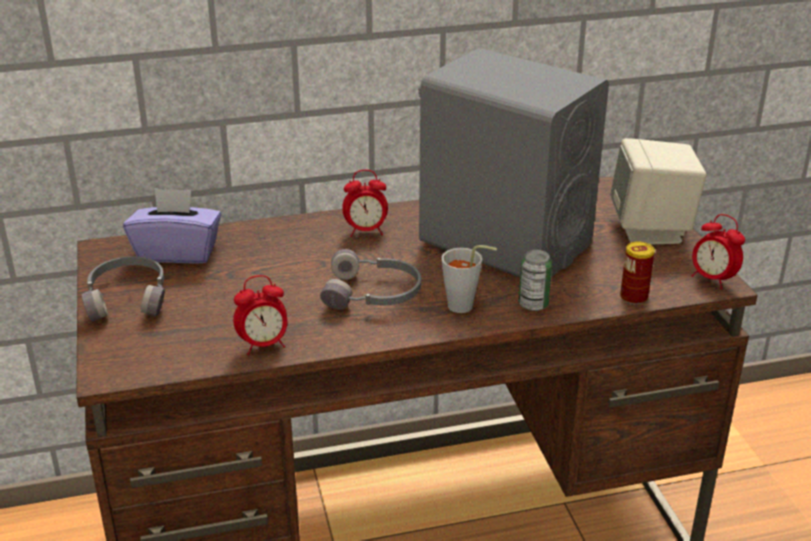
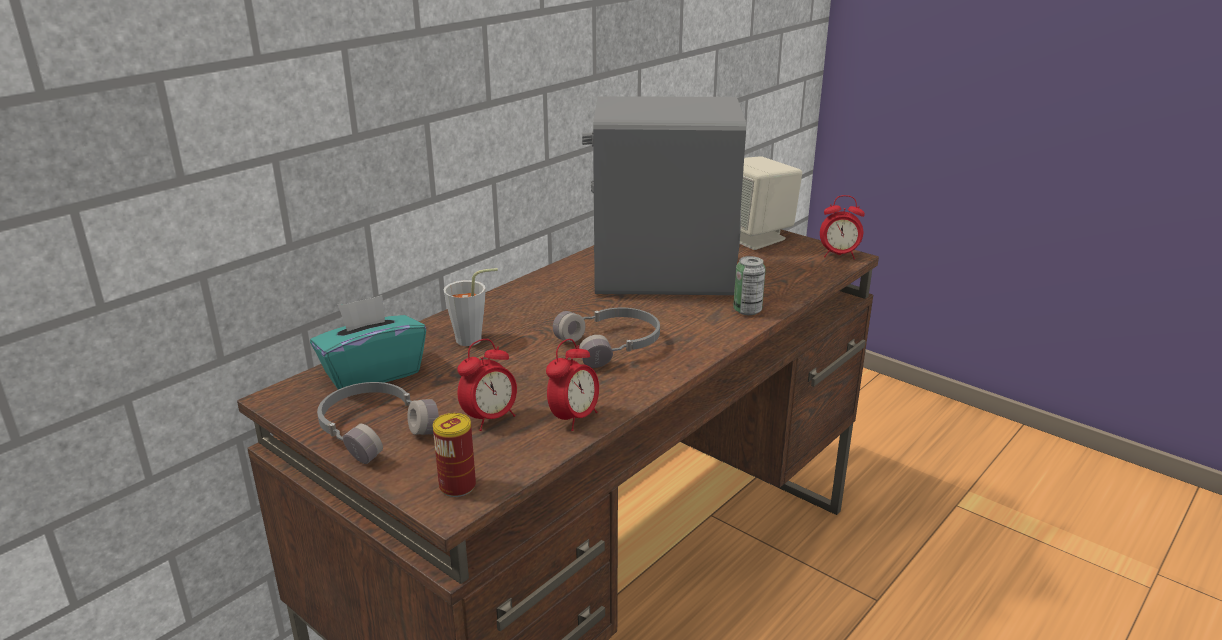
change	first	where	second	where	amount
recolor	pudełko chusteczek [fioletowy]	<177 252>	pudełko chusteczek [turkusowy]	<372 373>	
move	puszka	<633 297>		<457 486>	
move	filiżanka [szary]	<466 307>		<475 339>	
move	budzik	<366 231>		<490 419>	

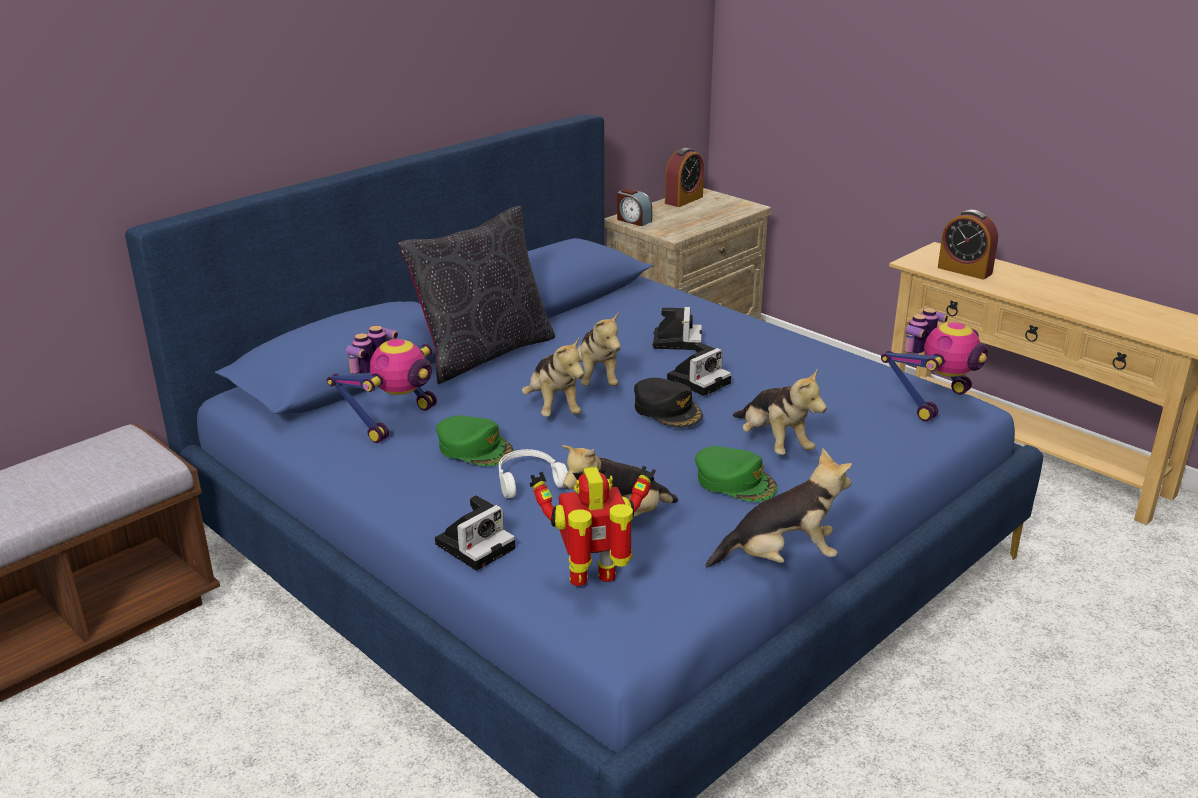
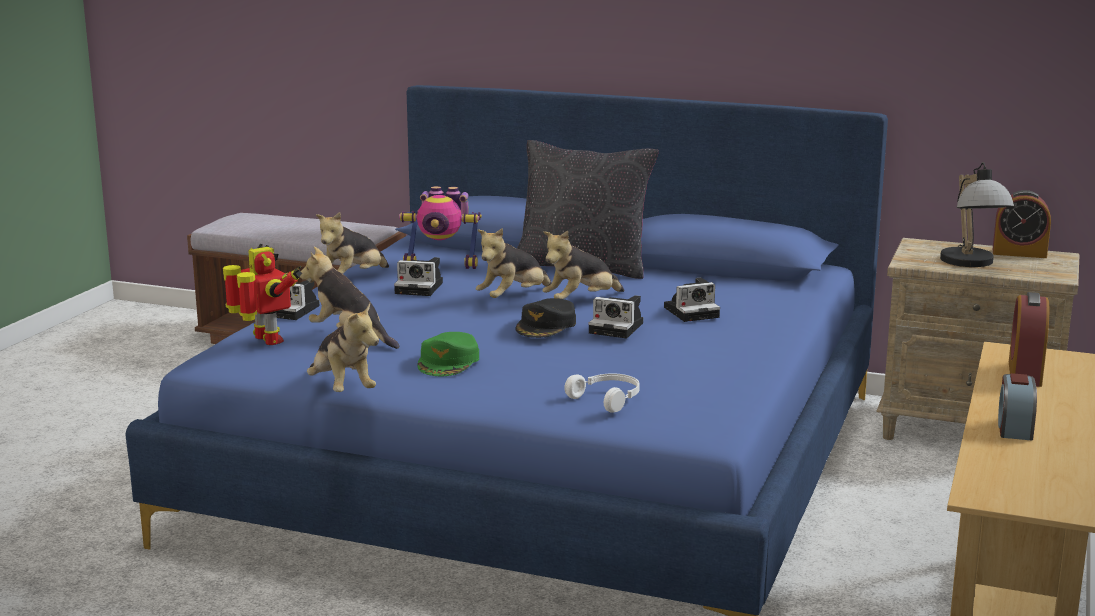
change	first	where	second	where	amount
move	pluszak	<773 444>		<352 279>	
replace	czapka z daszkiem [zielony]	<475 448>	aparat fotograficzny	<421 288>	
move	słuchawki [biały]	<528 480>		<608 399>	
insert			lampa stołowa	<971 264>	
move	budzik	<633 220>		<1014 428>	
delete	robot zabawkowy	<932 401>			

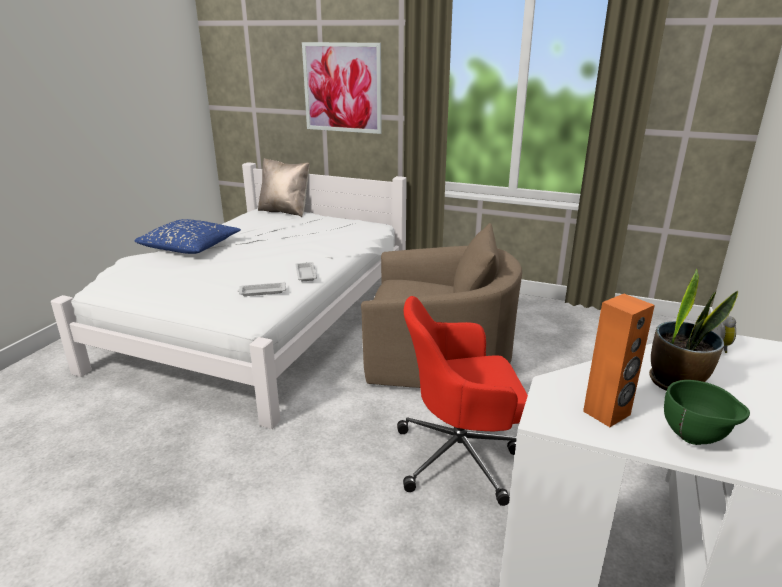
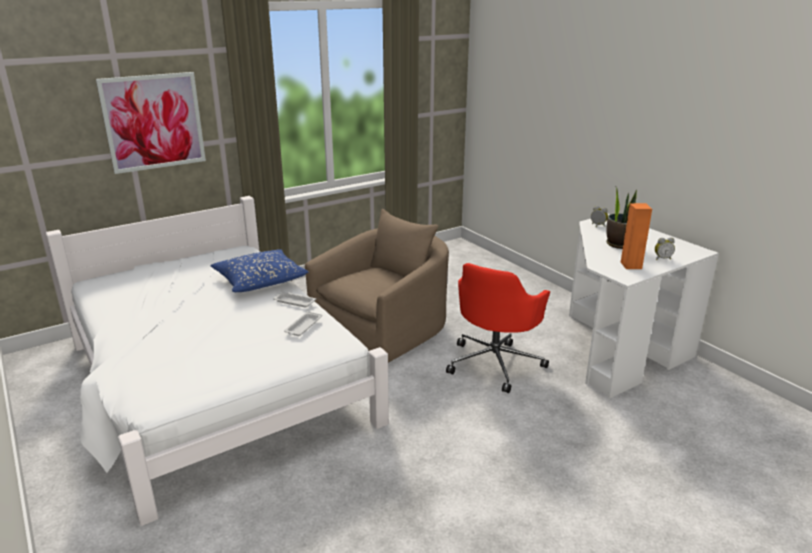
change	first	where	second	where	amount
move	poduszka [niebieski]	<191 247>		<260 280>	
replace	miska [zielony]	<695 439>	budzik	<662 258>	
delete	poduszka [beżowy]	<285 211>			

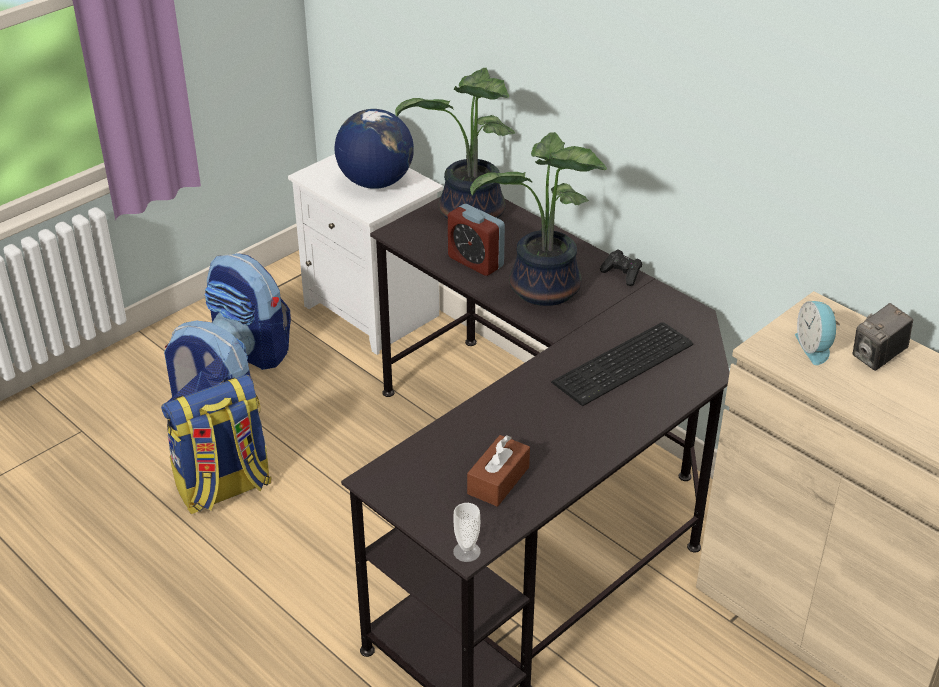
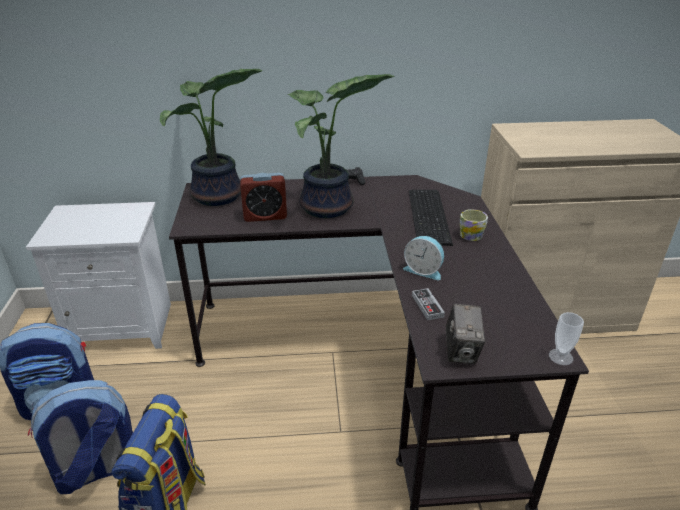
change	first	where	second	where	amount
move	budzik	<815 348>		<423 270>	
insert			pad do gier	<427 306>	
move	aparat fotograficzny	<877 357>		<461 351>	
insert			kubek	<472 234>	
delete	globus	<375 182>			
delete	pudełko chusteczek [brązowy]	<498 480>			

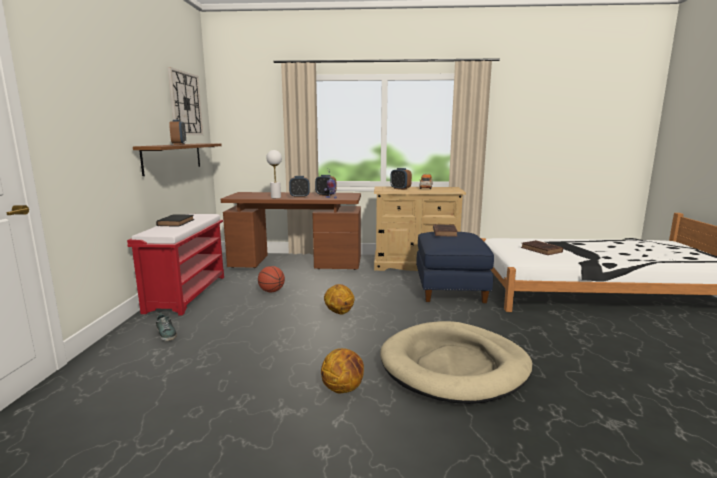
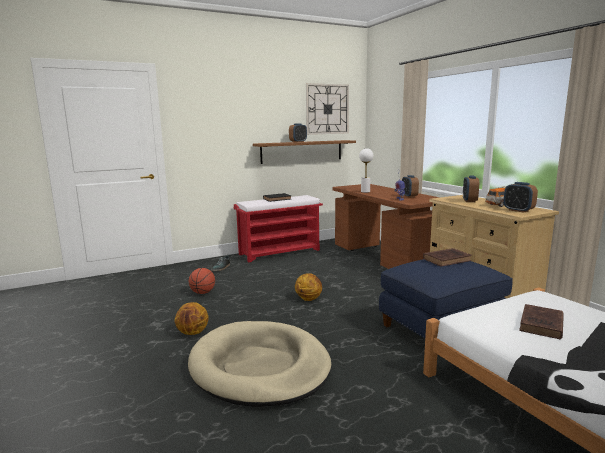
change	first	where	second	where	amount
move	piłka do koszykówki	<271 291>		<202 292>	
move	budzik	<299 197>		<518 210>	

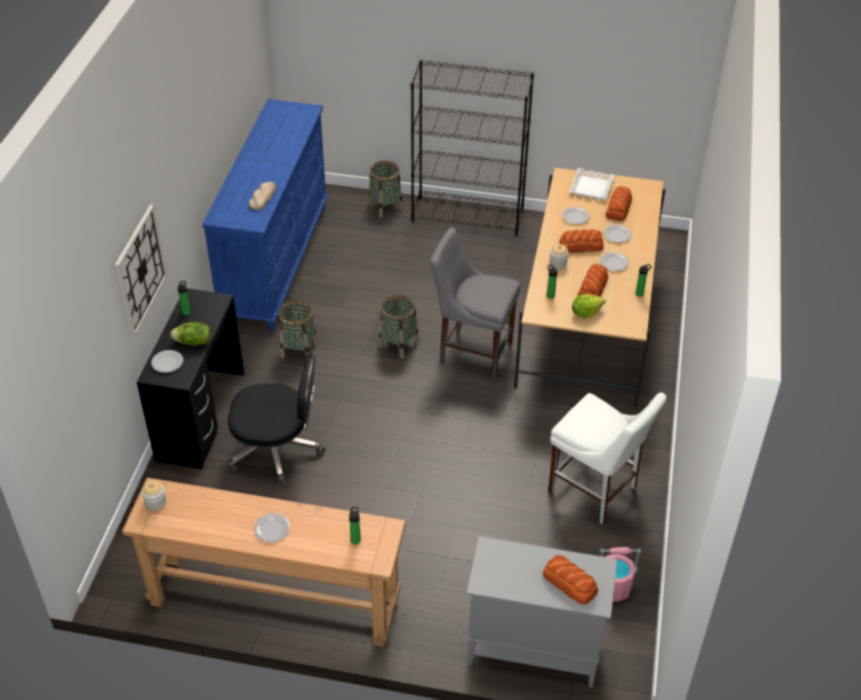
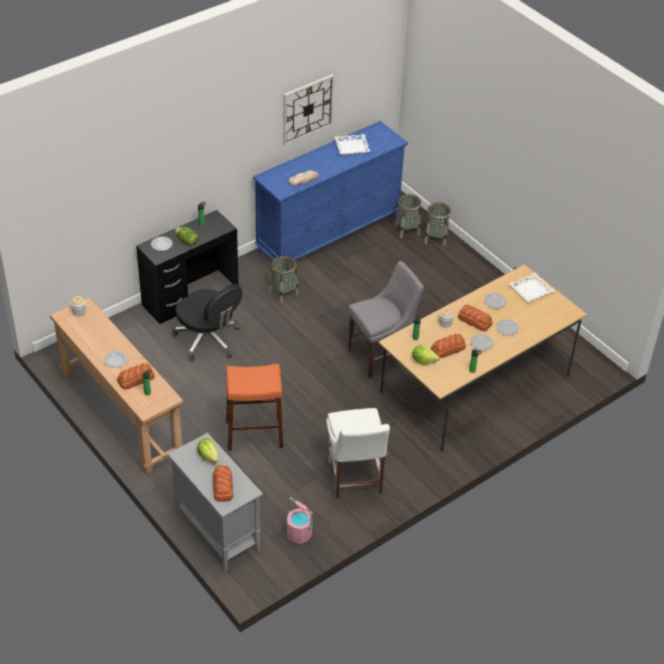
change	first	where	second	where	amount
move	chleb	<619 208>		<136 379>	
insert			sałata	<208 456>	
insert			stołek [pomarańczowy]	<254 434>	
move	zegar ścienny	<140 270>		<307 109>	
insert			taca [biały]	<352 147>	
rotate	krzesło [szary]	<472 351>		<381 356>	90 degrees clockwise
move	koszyk	<398 344>		<407 230>	
delete	regał [czarny]	<468 216>			

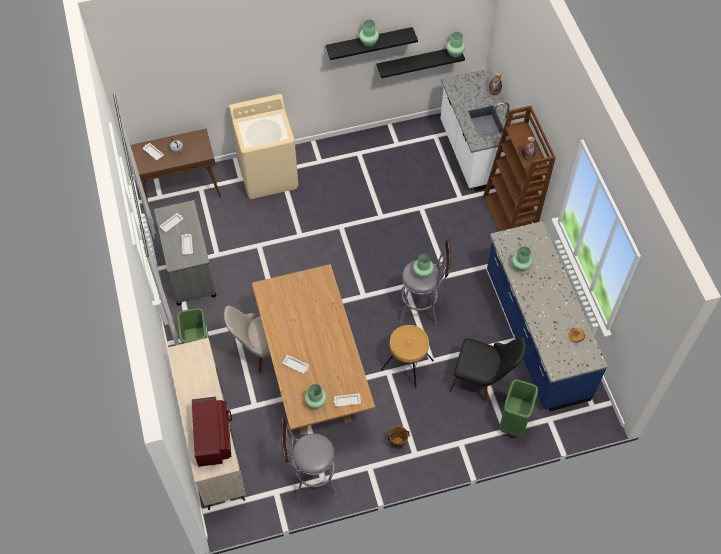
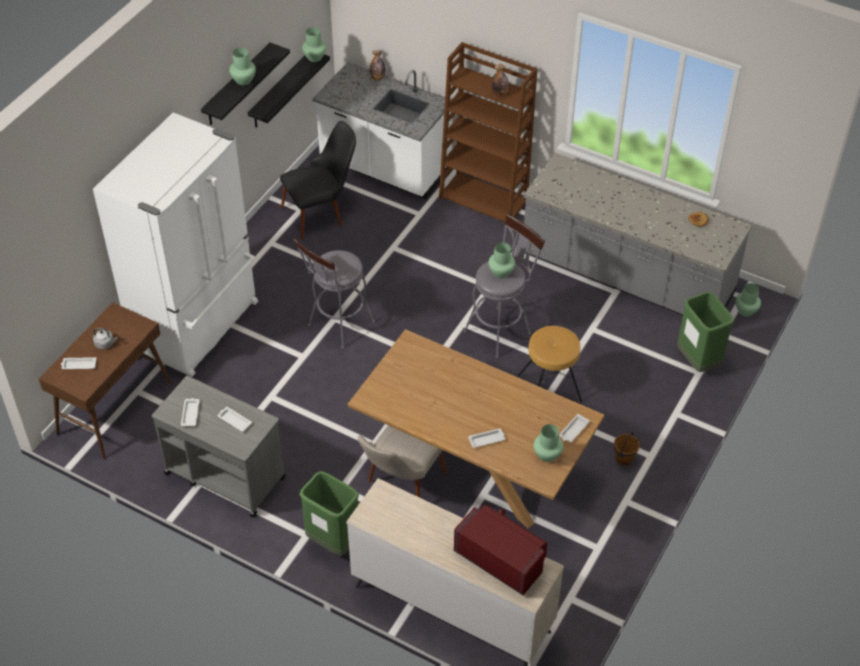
change	first	where	second	where	amount
replace	pralka [beżowy]	<268 174>	lodówka [biały]	<198 326>	
move	krzesło [czarny]	<482 380>		<321 213>	
move	stołek [szary]	<311 478>		<337 326>	
recolor	zabudowa kuchenna [niebieski]	<535 335>	zabudowa kuchenna [szary]	<626 277>	
move	wazon [zielony]	<521 266>		<746 311>	

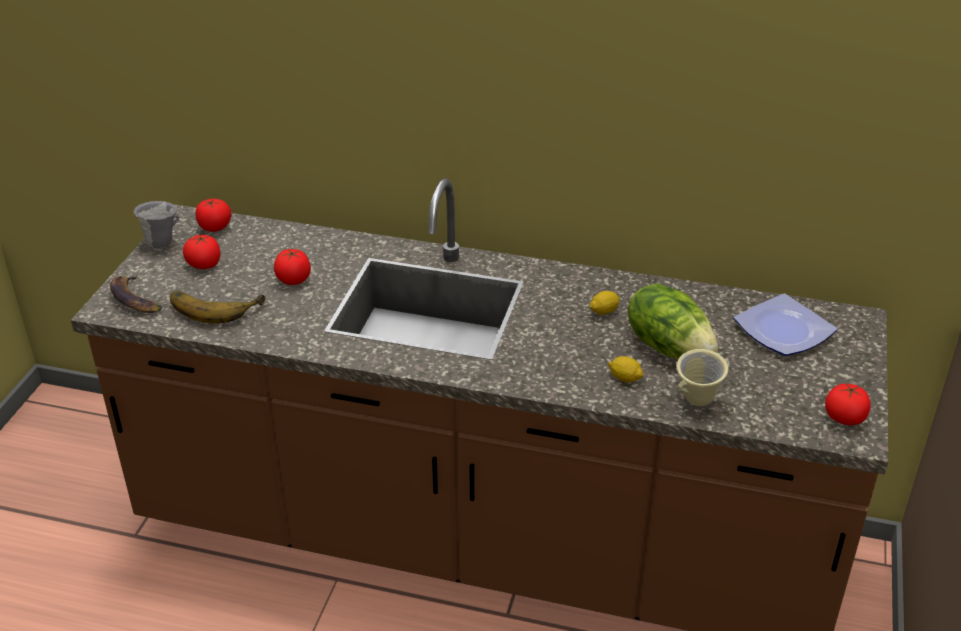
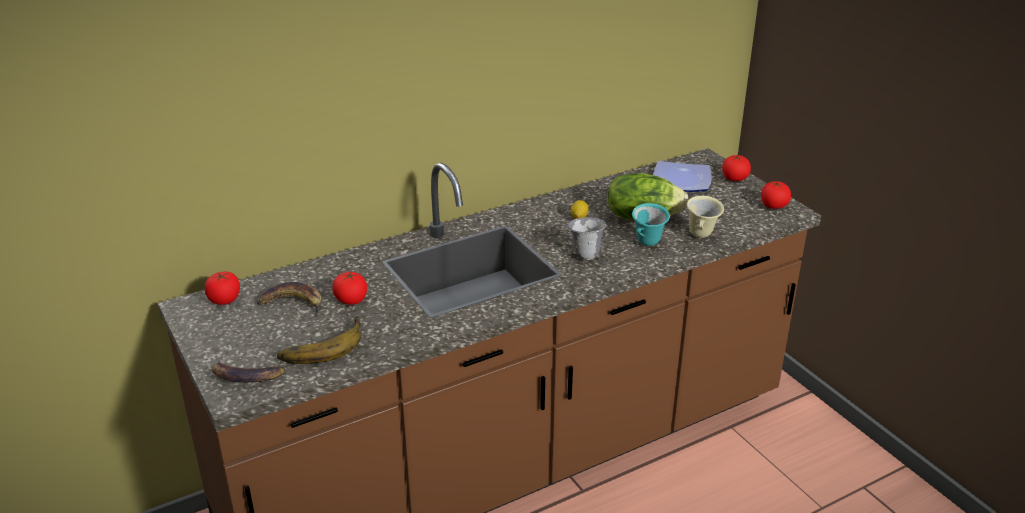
change	first	where	second	where	amount
insert			banan	<293 303>	
move	kubek [szary]	<162 243>		<585 255>	
replace	cytryna	<624 378>	kubek [turkusowy]	<648 244>	
move	pomidor	<204 264>		<734 179>	

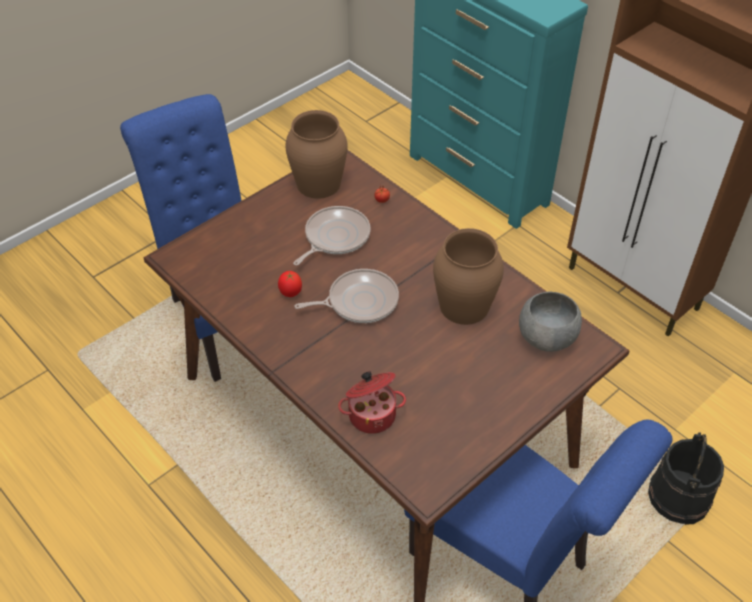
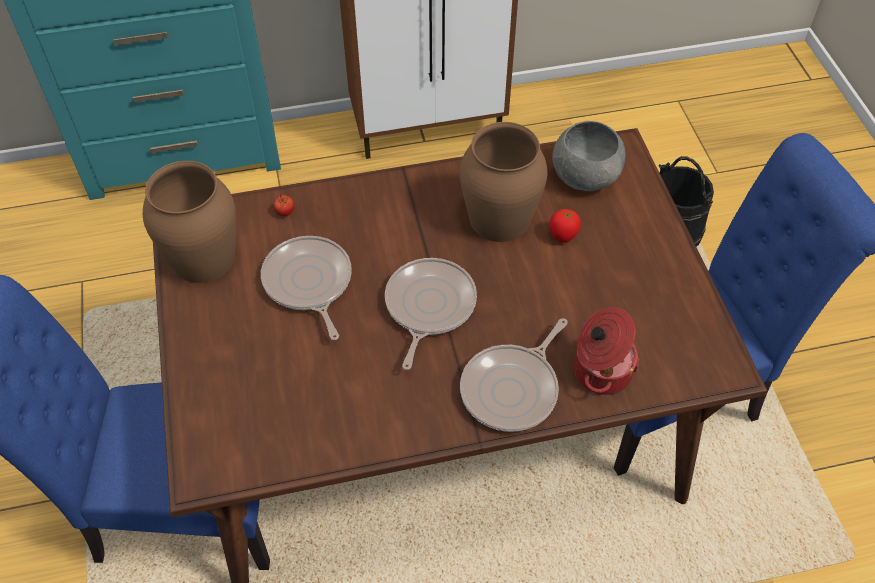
change	first	where	second	where	amount
insert			patelnia	<513 389>	
move	pomidor	<290 293>		<562 237>	

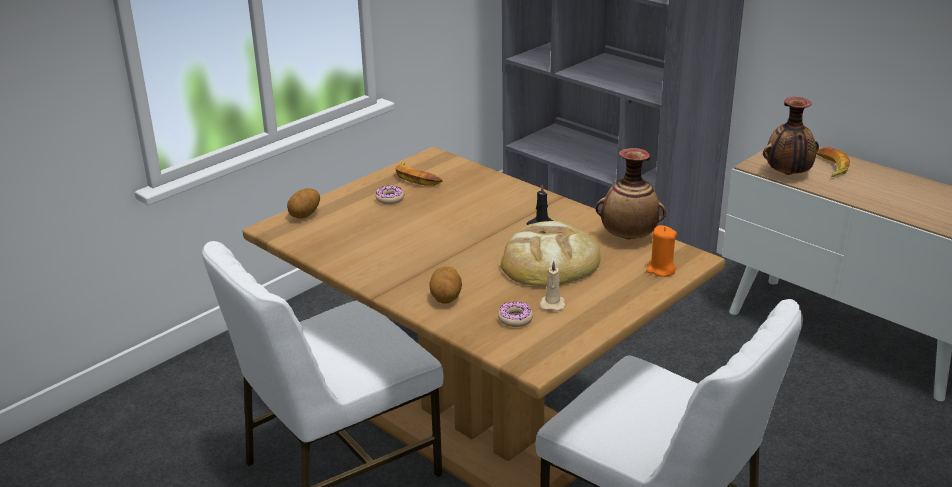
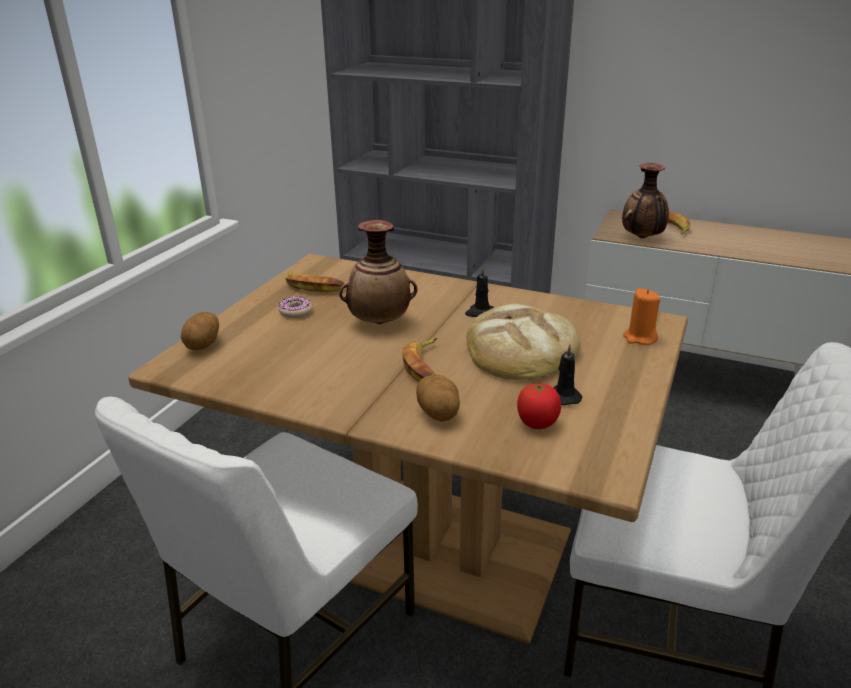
change	first	where	second	where	amount
move	wazon	<628 237>		<379 322>	
insert			banan	<426 366>	
replace	donut	<515 319>	pomidor	<537 423>	
recolor	świeca [beżowy]	<552 304>	świeca [czarny]	<563 396>	

